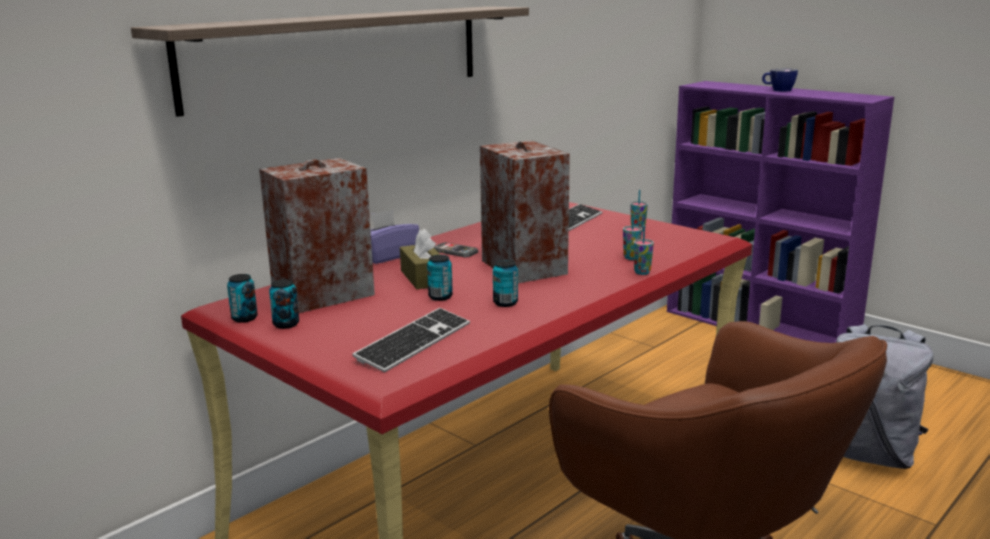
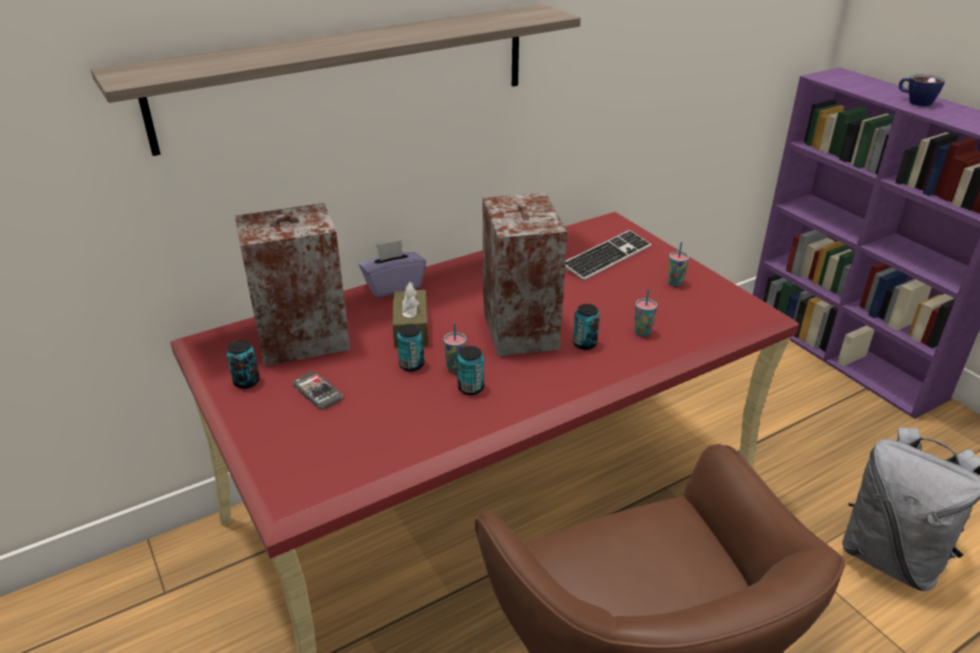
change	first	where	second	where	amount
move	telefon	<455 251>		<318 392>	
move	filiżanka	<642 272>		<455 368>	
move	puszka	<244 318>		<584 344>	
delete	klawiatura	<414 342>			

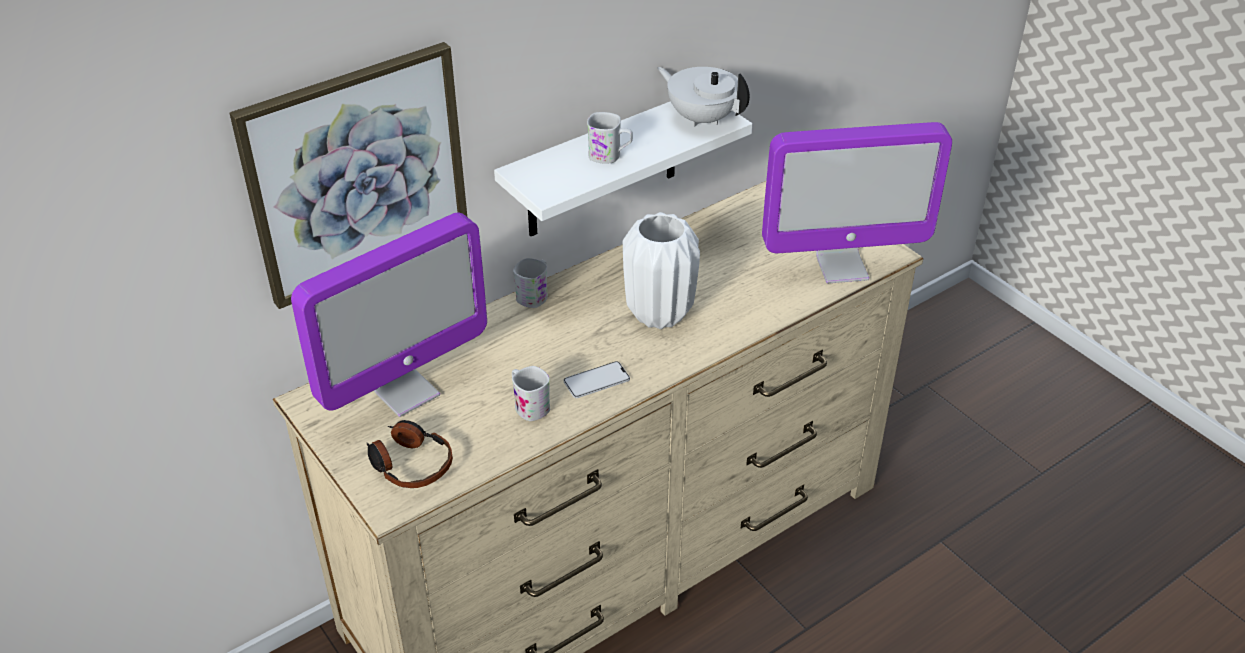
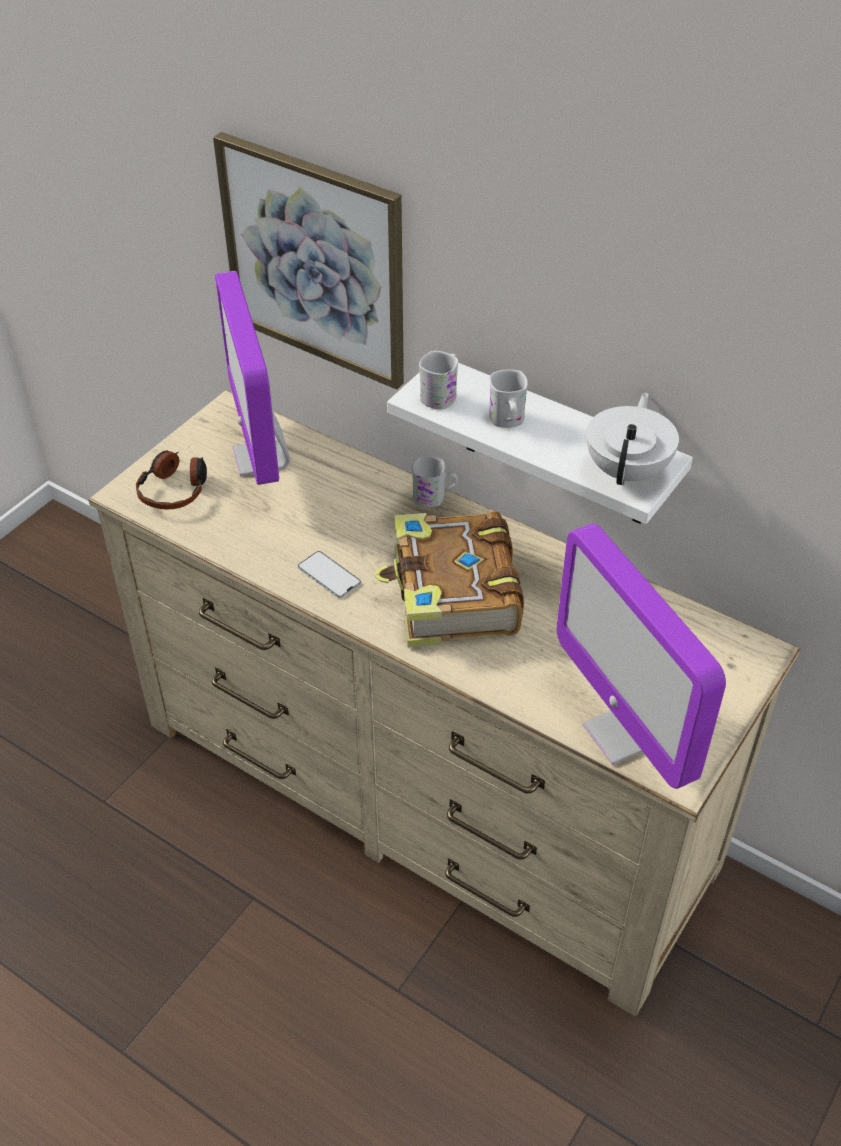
change	first	where	second	where	amount
rotate	monitor	<405 392>		<261 458>	45 degrees clockwise
replace	wazon [biały]	<660 314>	książka	<452 595>	
move	kubek [biały]	<528 405>		<441 395>	

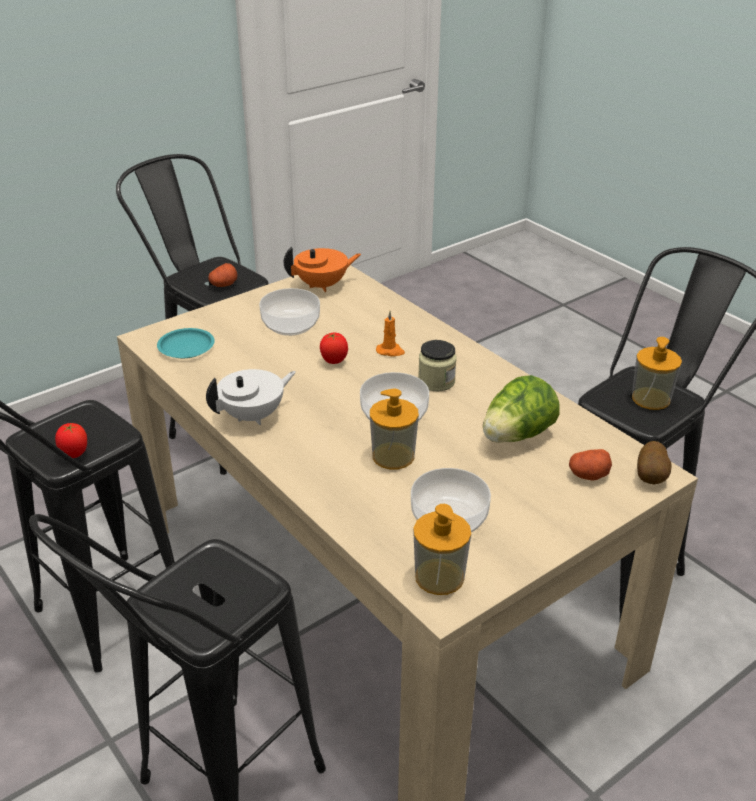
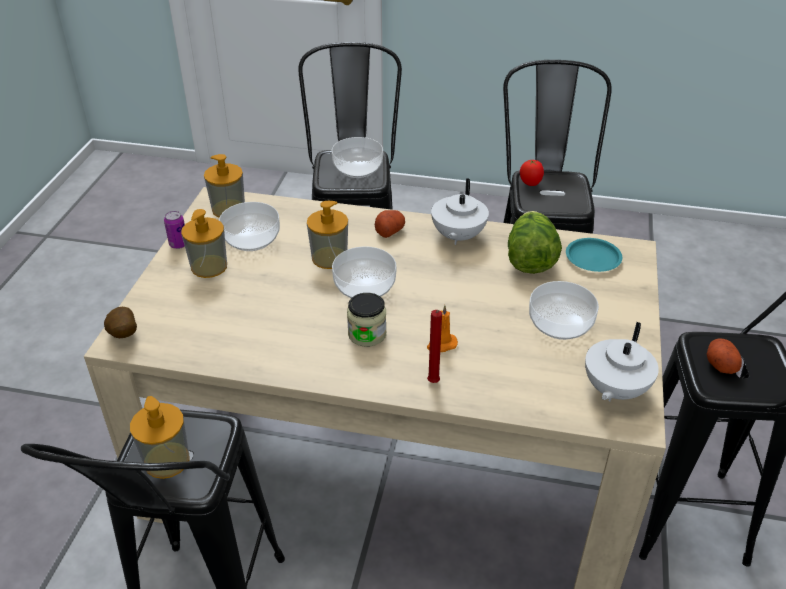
change	first	where	second	where	amount
insert			puszka	<178 244>	
insert			dozownik mydła	<209 266>	
insert			miska	<357 169>	
move	ziemniak	<588 475>		<389 231>	
insert			świeca [czerwony]	<433 383>	
move	sałata	<517 436>		<530 259>	
recolor	imbryk [pomarańczowy]	<322 285>	imbryk [biały]	<614 390>	
delete	pomidor	<333 361>			

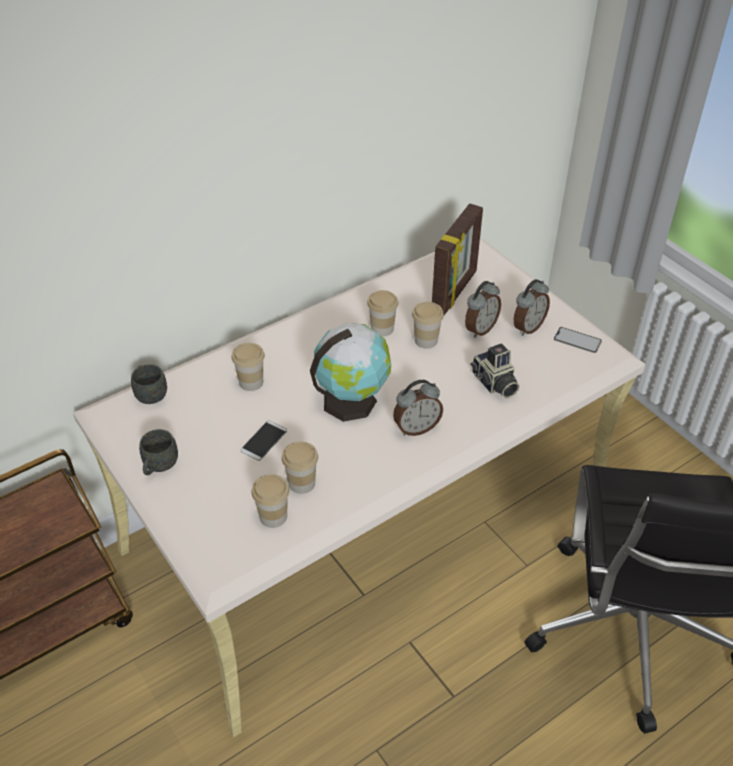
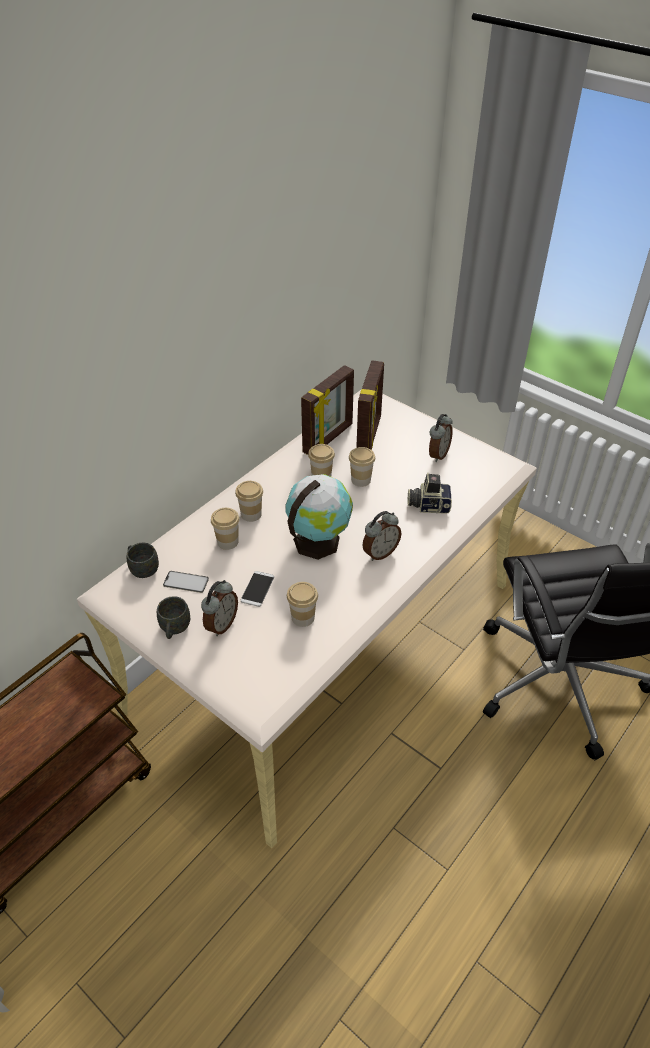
change	first	where	second	where	amount
move	telefon	<577 340>		<186 582>	
move	budzik	<480 329>		<221 624>	
move	filiżanka	<273 516>		<251 514>	
insert			ramka na zdjęcie	<328 439>	
rotate	aparat fotograficzny	<494 384>		<428 505>	135 degrees clockwise

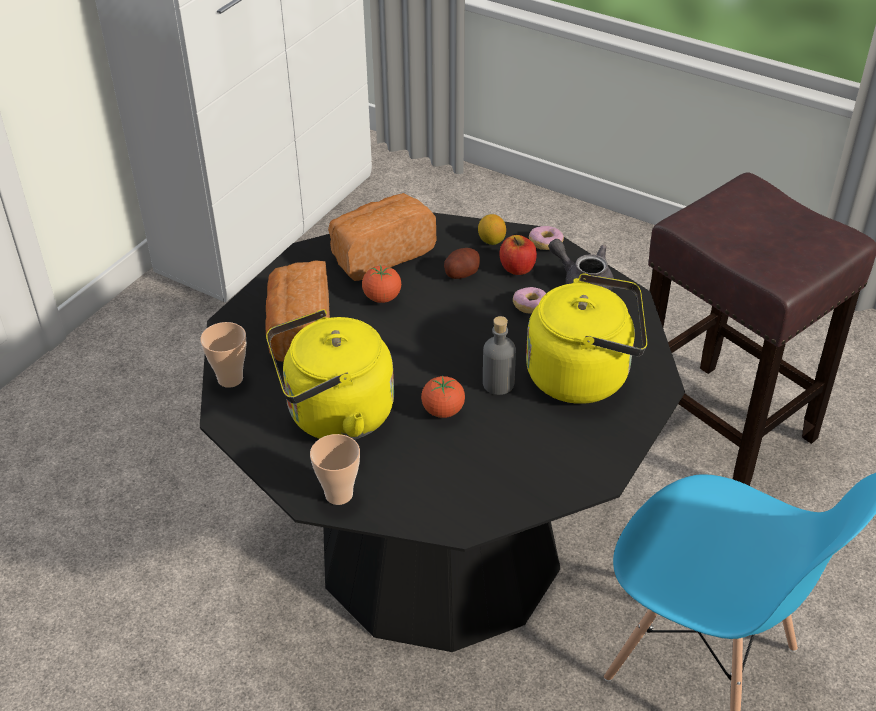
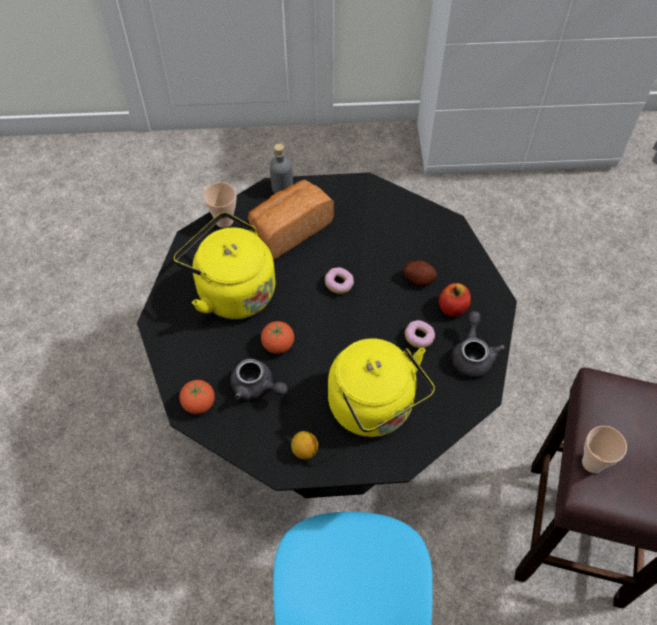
change	first	where	second	where	amount
move	pomidor	<382 298>		<199 404>	
insert			imbryk [szary]	<257 387>	
move	butelka [szary]	<498 384>		<282 187>	
move	cytryna	<491 241>		<304 450>	
move	donut	<545 244>		<339 284>	
move	filiżanka	<339 494>		<592 463>	
delete	chleb	<379 253>			

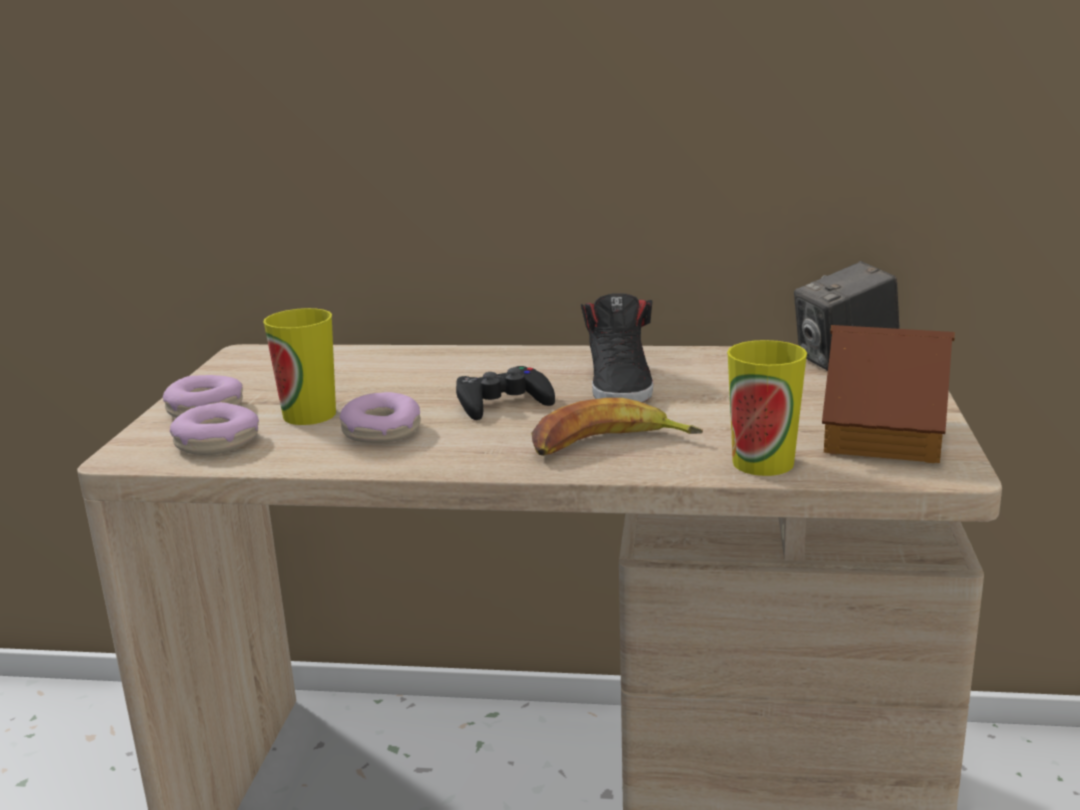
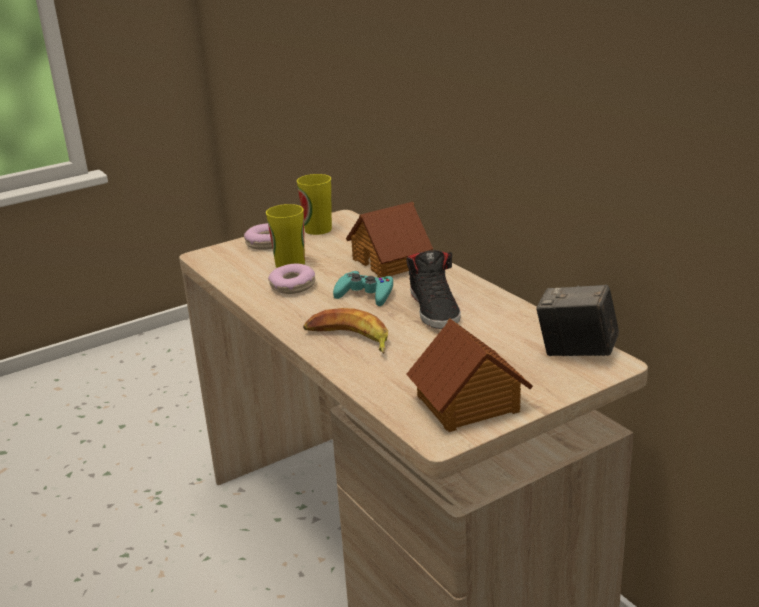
change	first	where	second	where	amount
move	filiżanka	<763 463>		<318 229>	
recolor	pad do gier [czarny]	<502 403>	pad do gier [turkusowy]	<365 294>	
insert			domek	<391 262>	
rotate	but [czarny]	<620 384>		<434 309>	60 degrees counterclockwise
delete	donut	<217 442>			

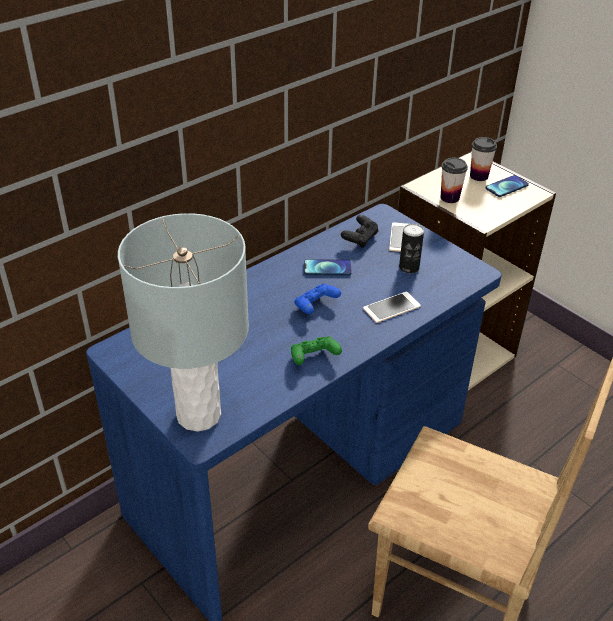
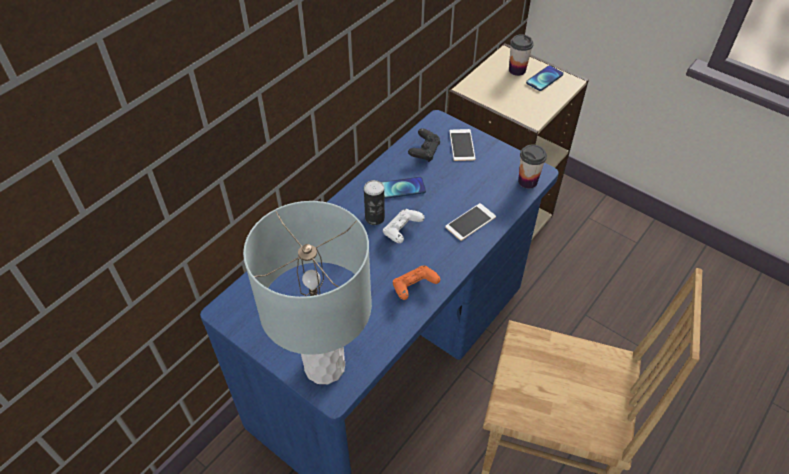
change	first	where	second	where	amount
move	puszka	<409 267>		<374 218>	
recolor	pad do gier [niebieski]	<315 306>	pad do gier [biały]	<402 232>	
recolor	pad do gier [zielony]	<314 358>	pad do gier [pomarańczowy]	<414 288>	
move	filiżanka	<449 198>		<527 181>	

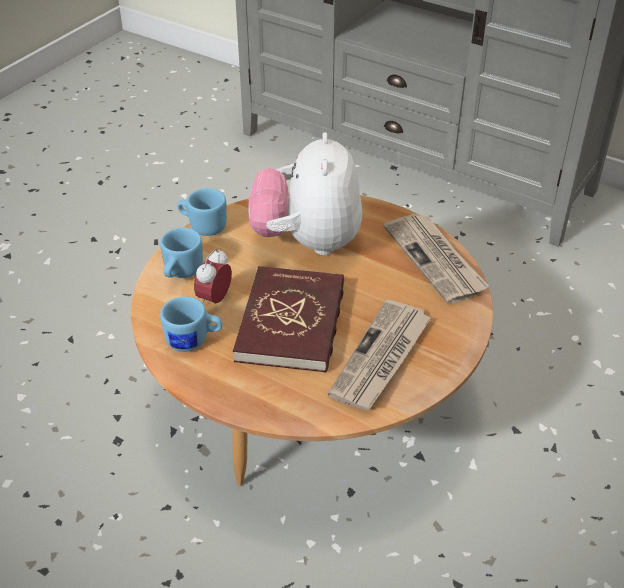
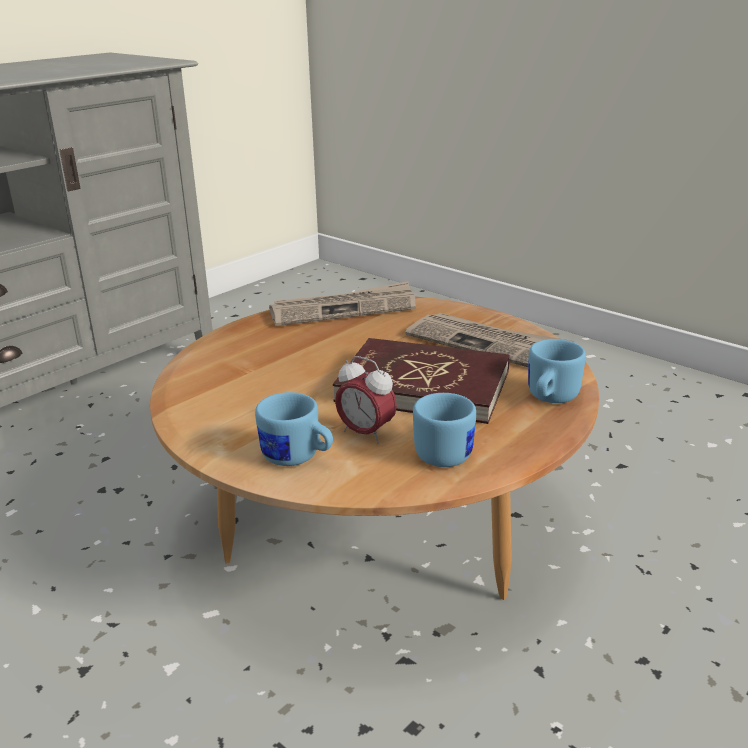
change	first	where	second	where	amount
move	kubek [niebieski]	<203 226>		<549 399>	
delete	pluszak	<307 242>			

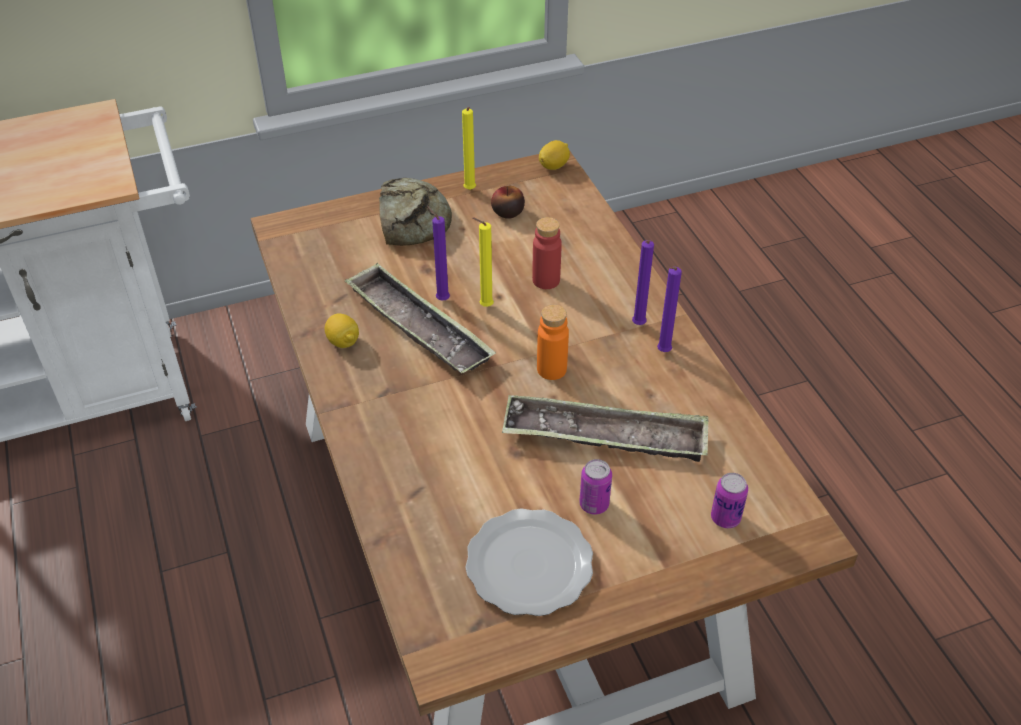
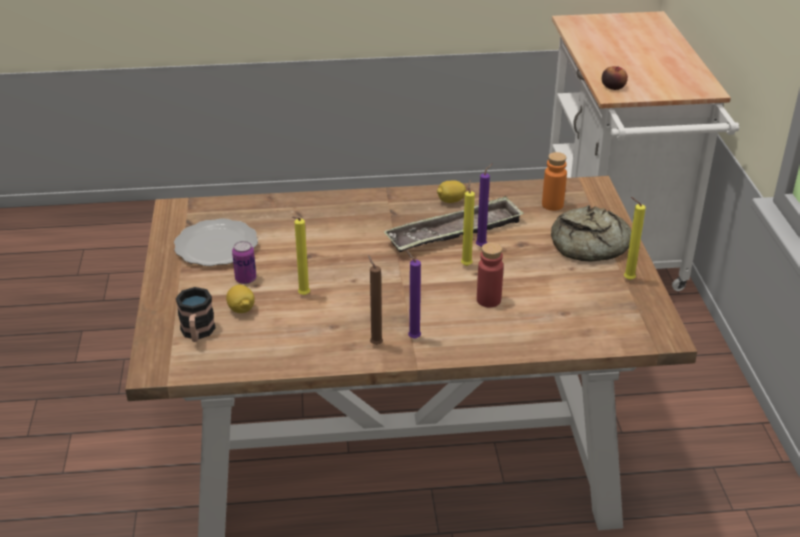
change	first	where	second	where	amount
replace	puszka	<725 518>	kubek	<197 333>	
move	cytryna	<554 166>		<241 309>	
replace	taca	<605 436>	świeca [żółty]	<302 296>	
recolor	świeca [fioletowy]	<662 352>	świeca [brązowy]	<375 343>	
move	butelka [pomarańczowy]	<551 369>		<552 205>	
move	jabłko	<507 212>		<613 87>	

